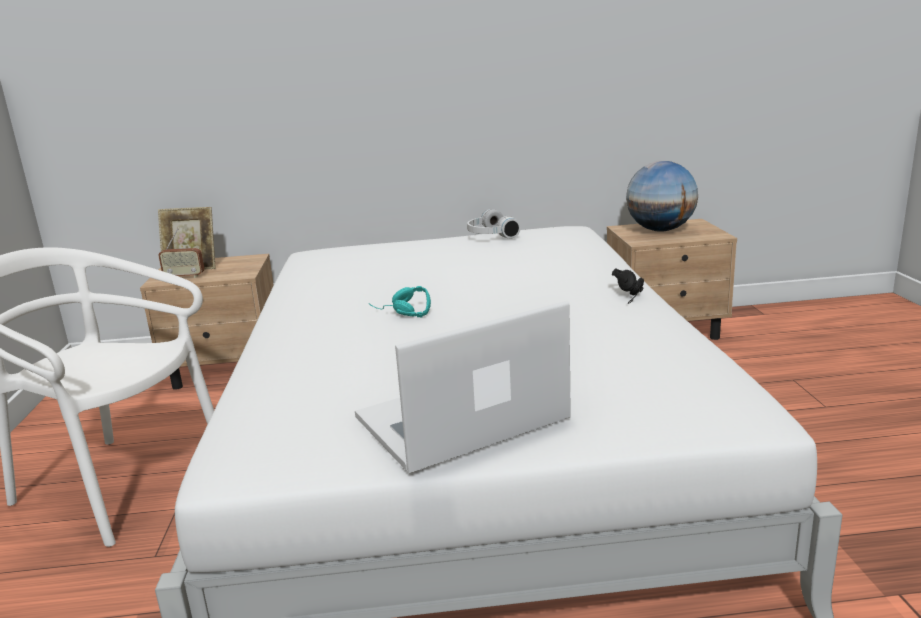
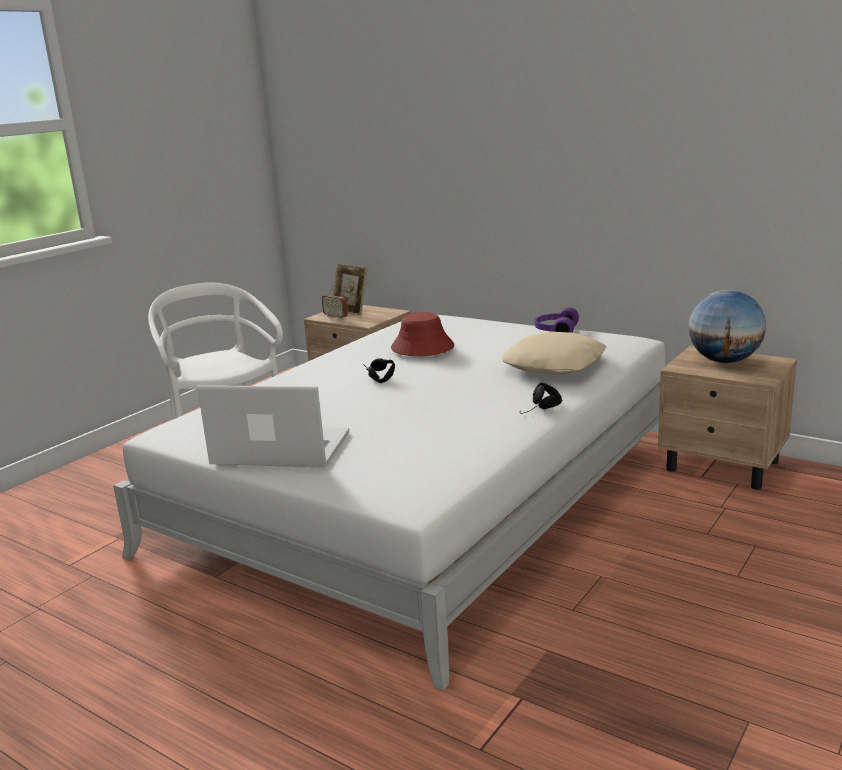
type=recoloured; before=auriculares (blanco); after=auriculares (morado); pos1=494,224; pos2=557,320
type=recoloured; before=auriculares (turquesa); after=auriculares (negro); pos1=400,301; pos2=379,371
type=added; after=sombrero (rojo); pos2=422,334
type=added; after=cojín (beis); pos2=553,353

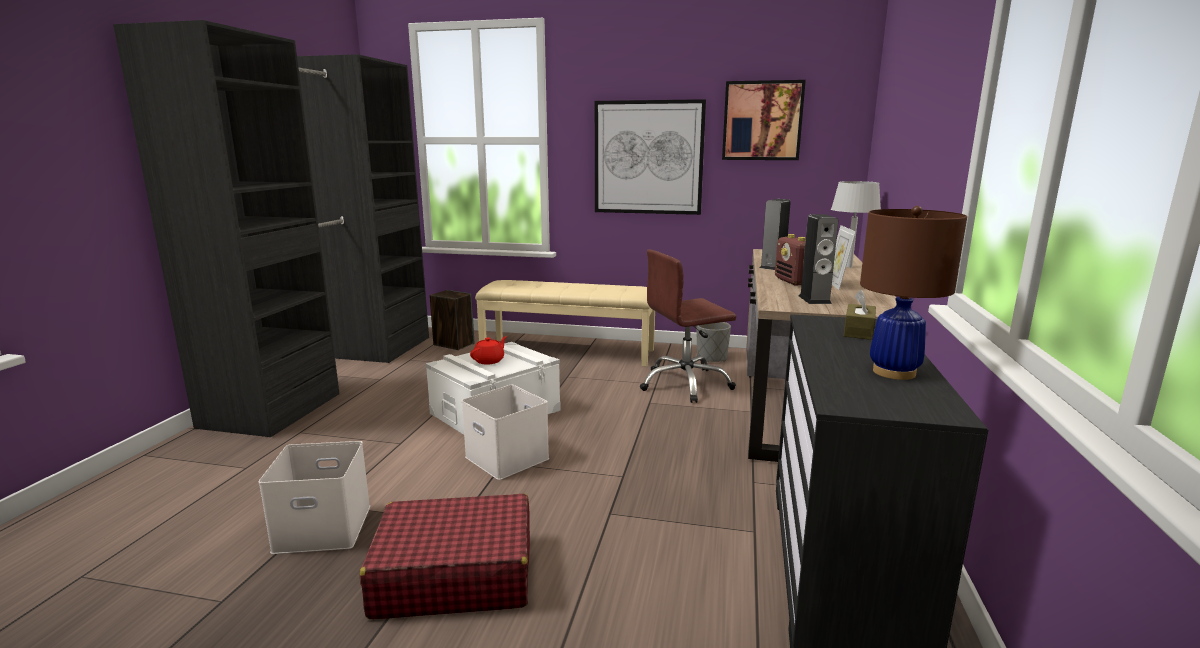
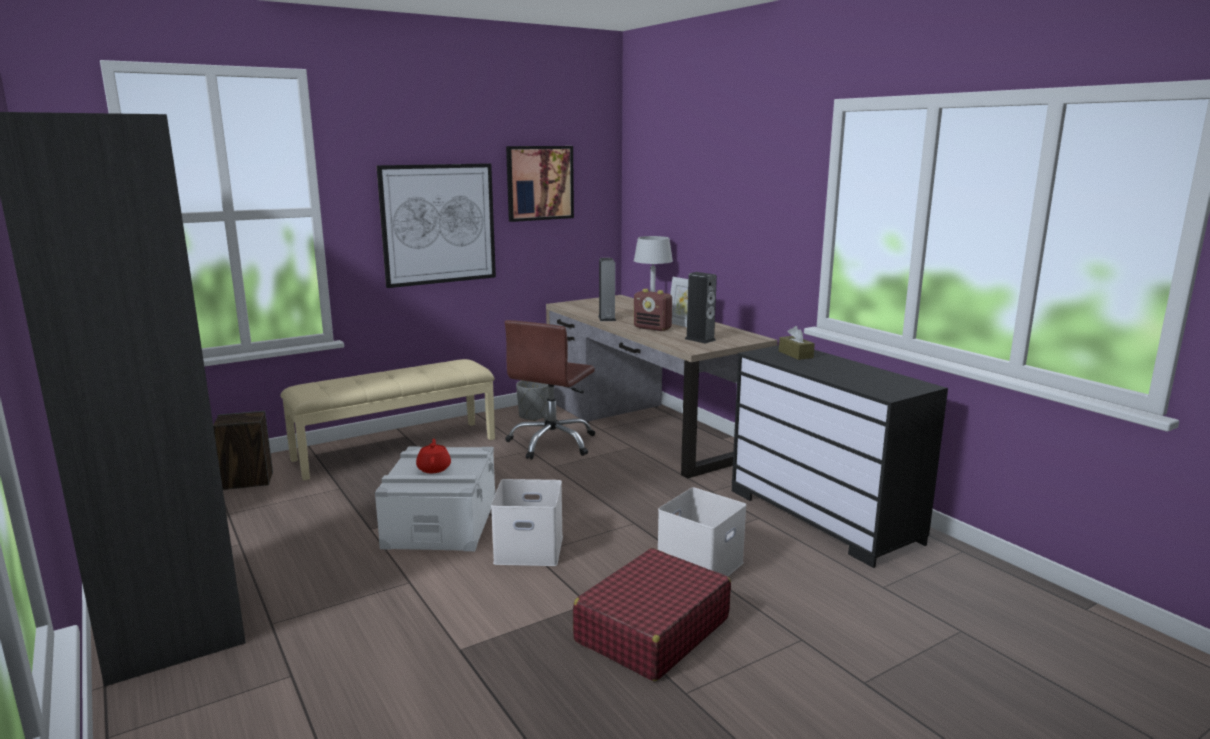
type=removed; before=lámpara de mesa (marrón); pos1=913,293
type=moved; before=caja de almacenaje (blanco); pos1=314,497; pos2=702,532

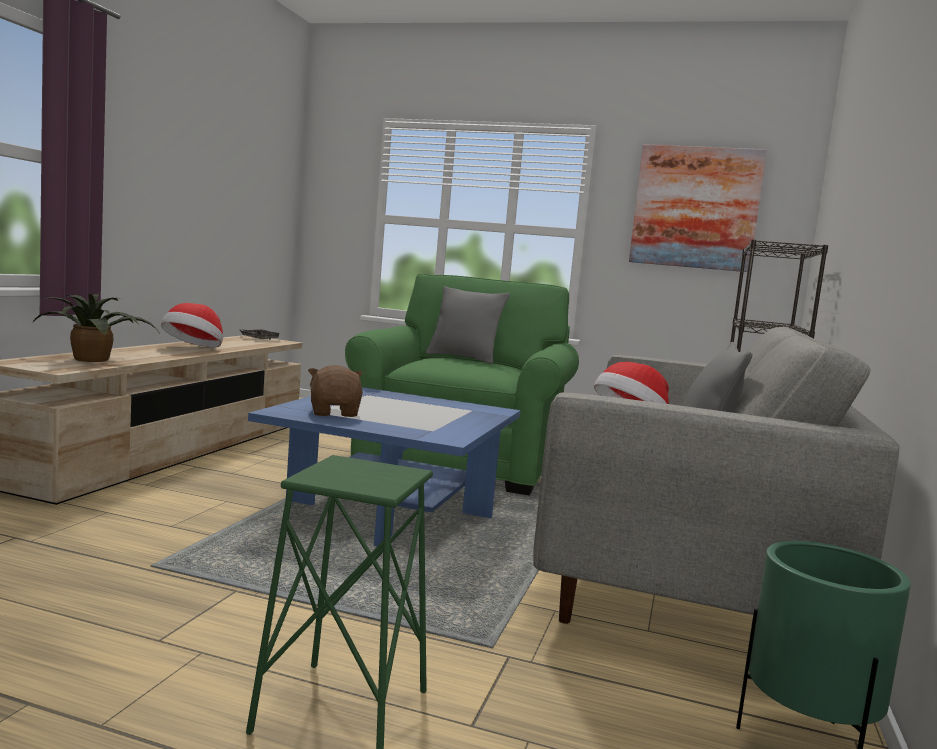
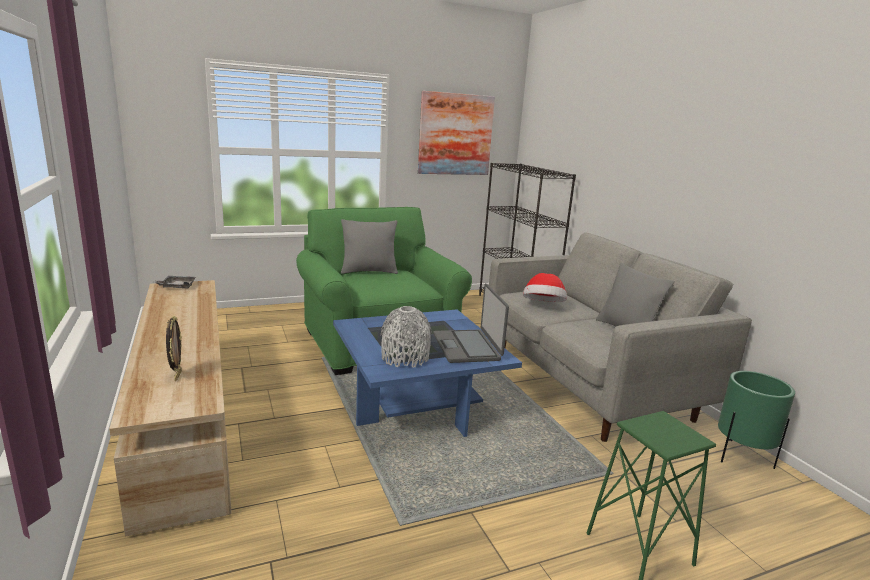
type=replaced; before=planta en maceta; after=portarretratos; pos1=97,328; pos2=174,348
type=removed; before=sombrero; pos1=192,325
type=replaced; before=peluche (marrón); after=florero (gris); pos1=335,391; pos2=406,337
type=added; after=portátil; pos2=471,323

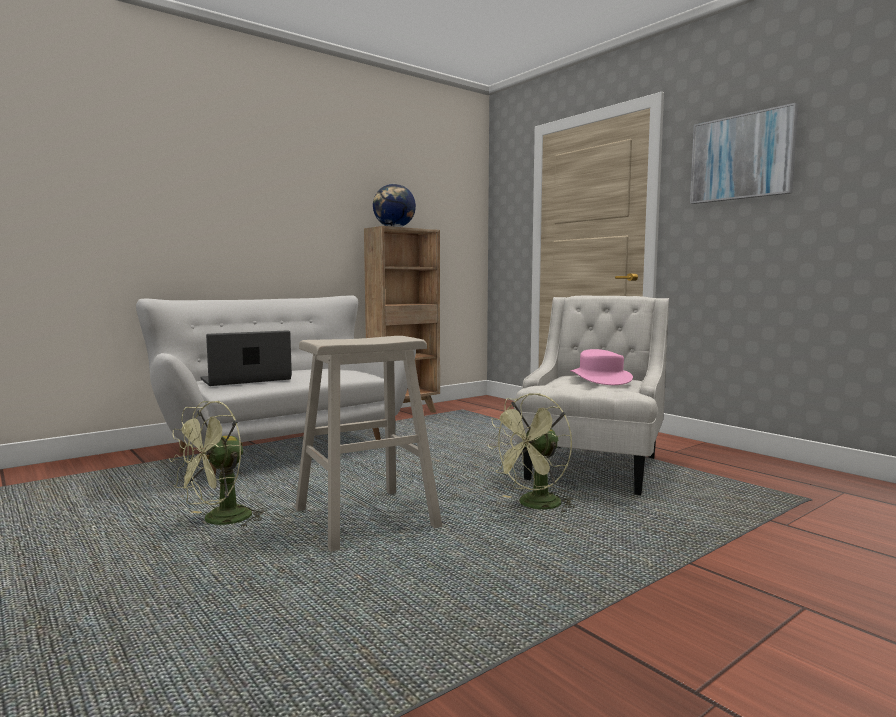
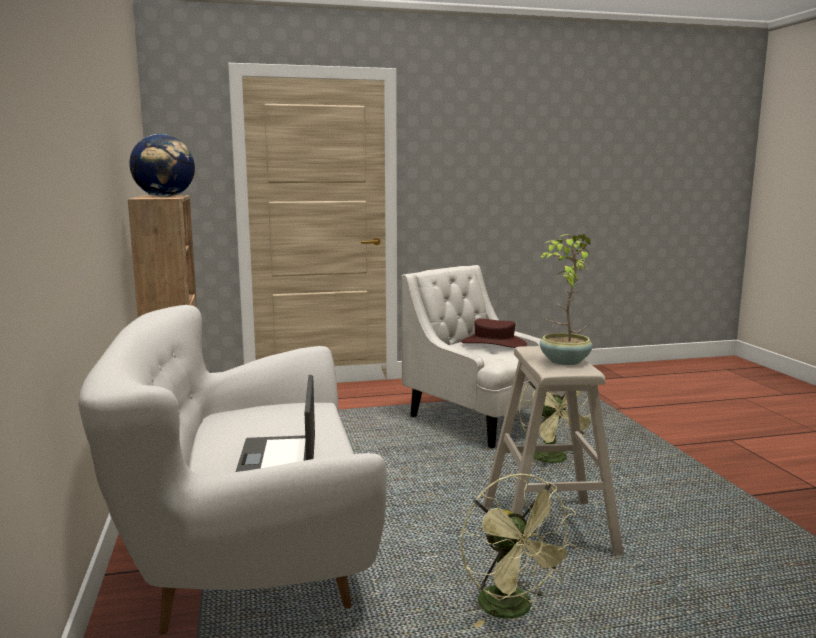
type=removed; before=cuadro; pos1=744,153
type=recoloured; before=sombrero (rosa); after=sombrero (marrón); pos1=601,367; pos2=494,333
type=added; after=planta en maceta; pos2=566,299

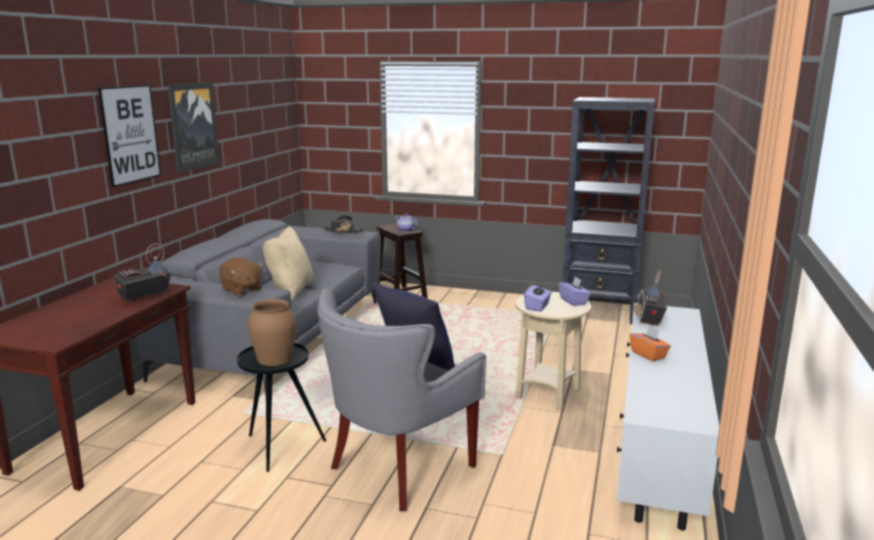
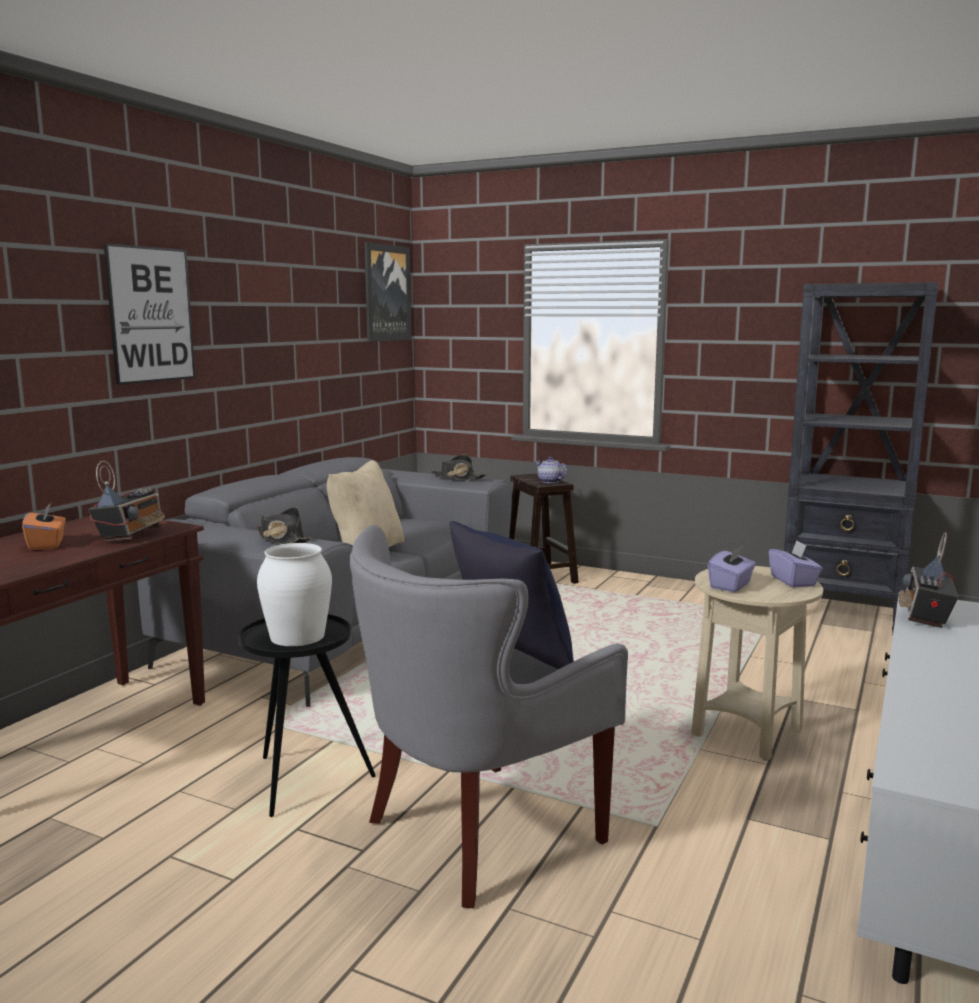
type=moved; before=cuadro; pos1=193,127; pos2=387,292
type=turned; before=radio; pos1=143,273; pos2=126,501; turn=135
type=replaced; before=peluche (marrón); after=sombrero (negro); pos1=241,277; pos2=283,526
type=recoloured; before=florero (marrón); after=florero (blanco); pos1=272,332; pos2=294,594
type=moved; before=caja de pañuelos (naranja); pos1=650,343; pos2=44,526

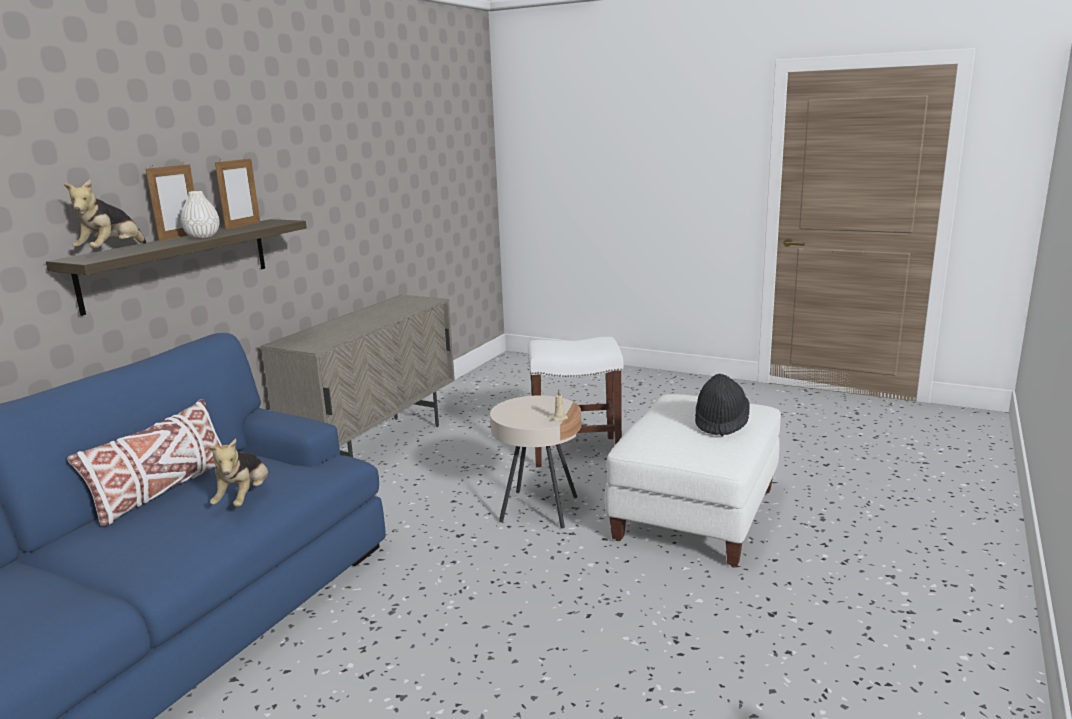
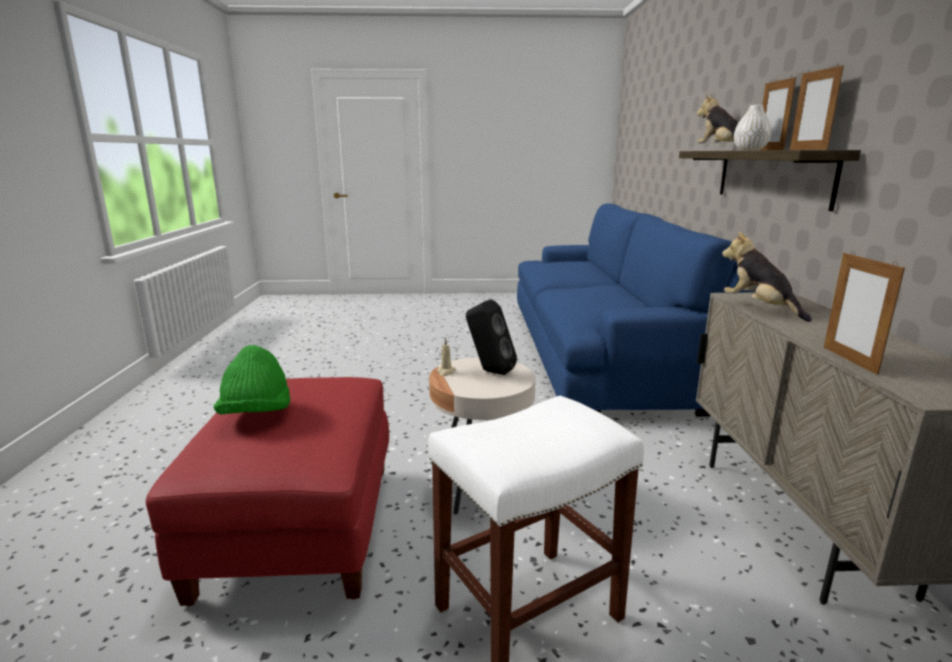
type=recoloured; before=sombrero (negro); after=sombrero (verde); pos1=722,405; pos2=252,380
type=recoloured; before=puf (blanco); after=puf (rojo); pos1=693,480; pos2=267,491
type=removed; before=cojín (blanco); pos1=144,462
type=moved; before=peluche; pos1=239,472; pos2=767,277
type=added; after=portarretratos; pos2=864,313
type=added; after=altavoz (negro); pos2=491,337

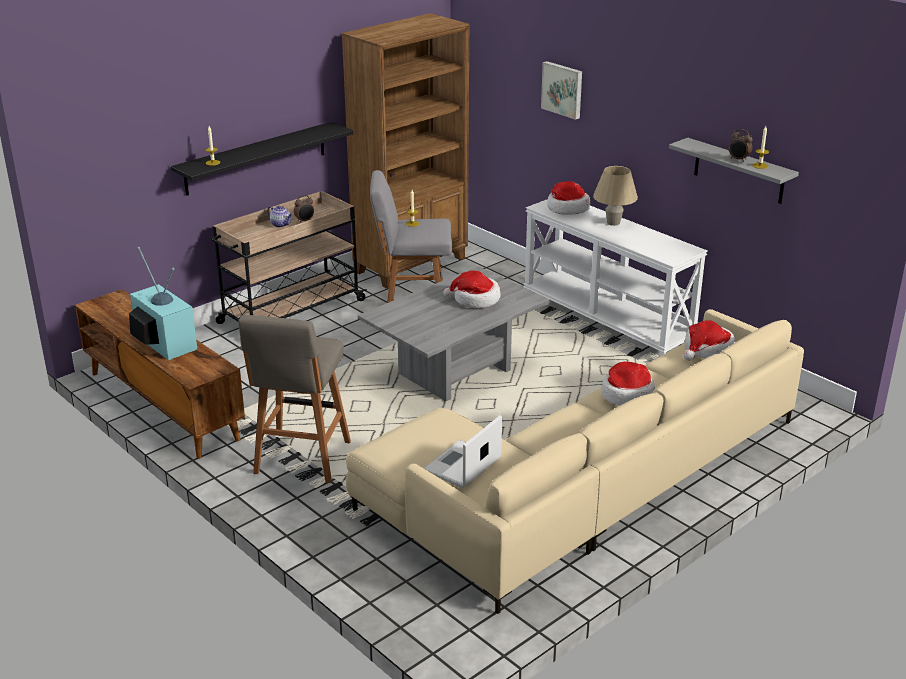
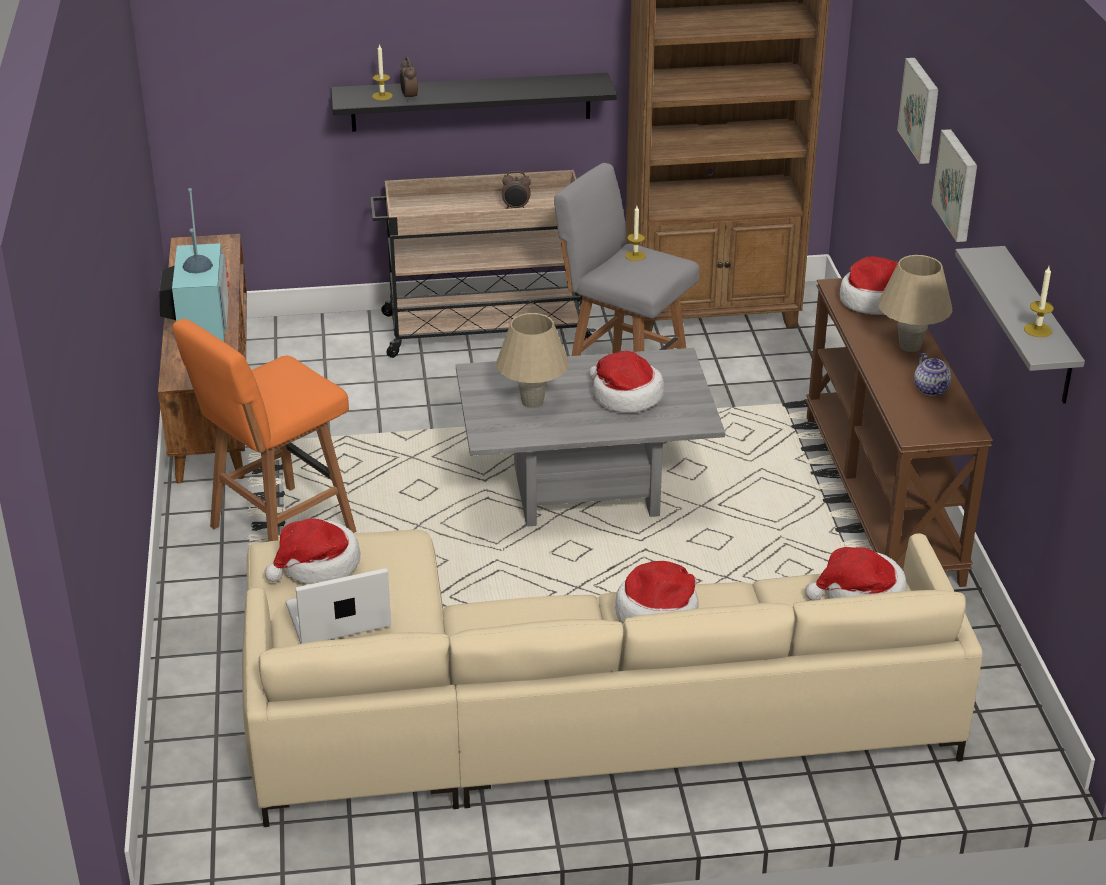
type=moved; before=despertador; pos1=740,145; pos2=409,79
type=recoloured; before=mesa consola (blanco); after=mesa consola (marrón); pos1=615,278; pos2=899,432
type=moved; before=tetera; pos1=279,216; pos2=932,374
type=recoloured; before=taburete (gris); after=taburete (naranja); pos1=294,399; pos2=265,430
type=added; after=cuadro; pos2=954,185
type=added; after=lámpara de mesa (beis); pos2=532,360
type=added; after=sombrero; pos2=312,551

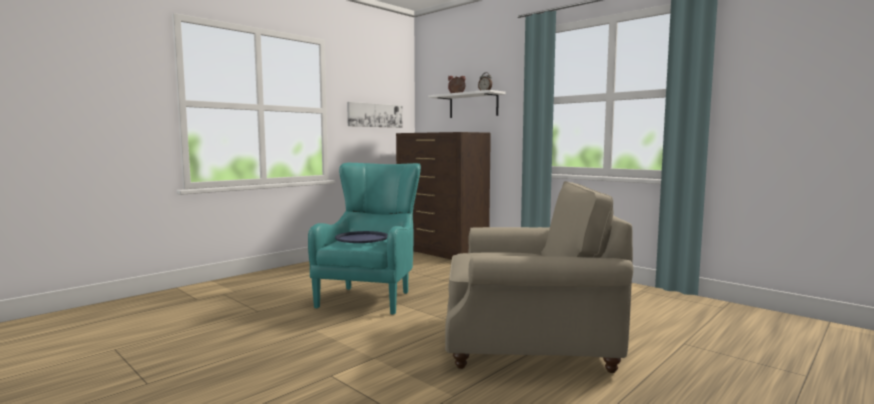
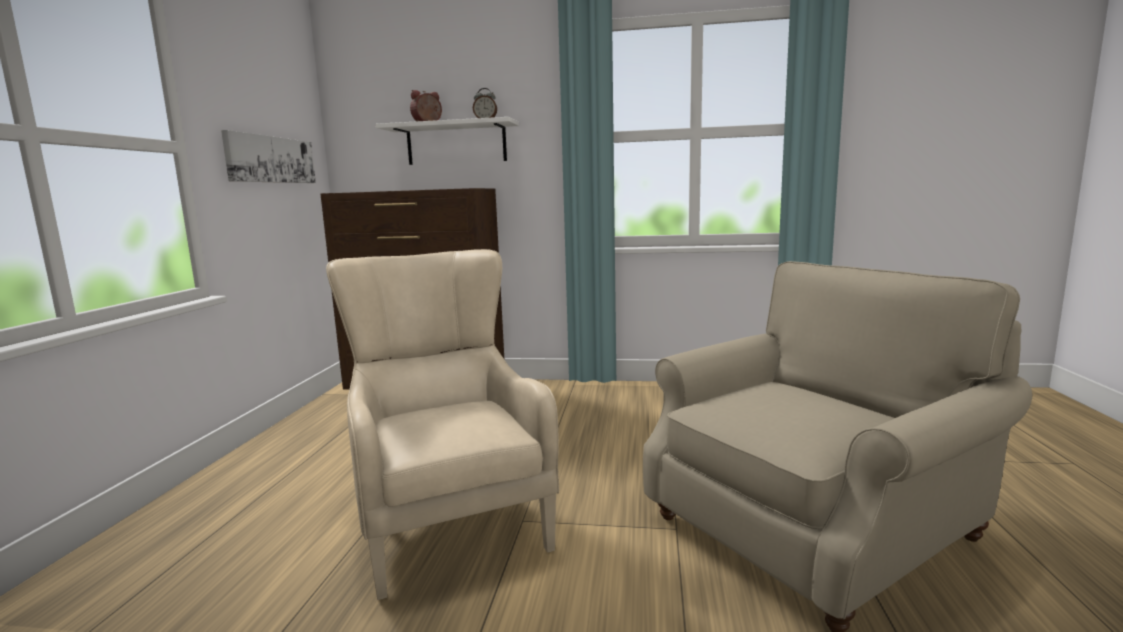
type=recoloured; before=sillón (turquesa); after=sillón (beis); pos1=364,239; pos2=442,424
type=removed; before=bandeja (azul); pos1=361,237

